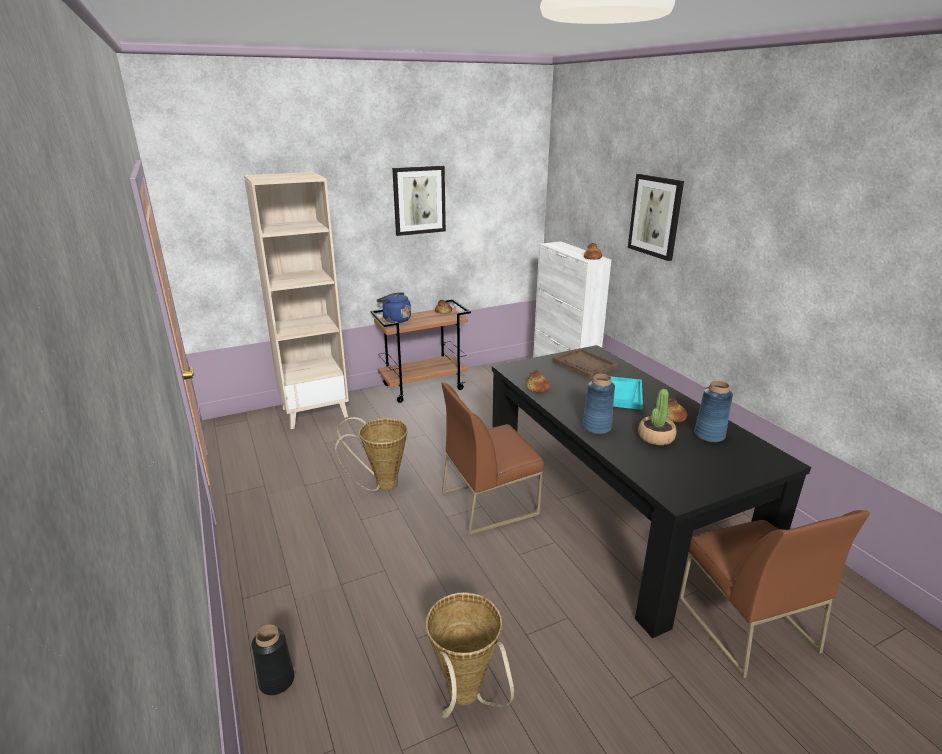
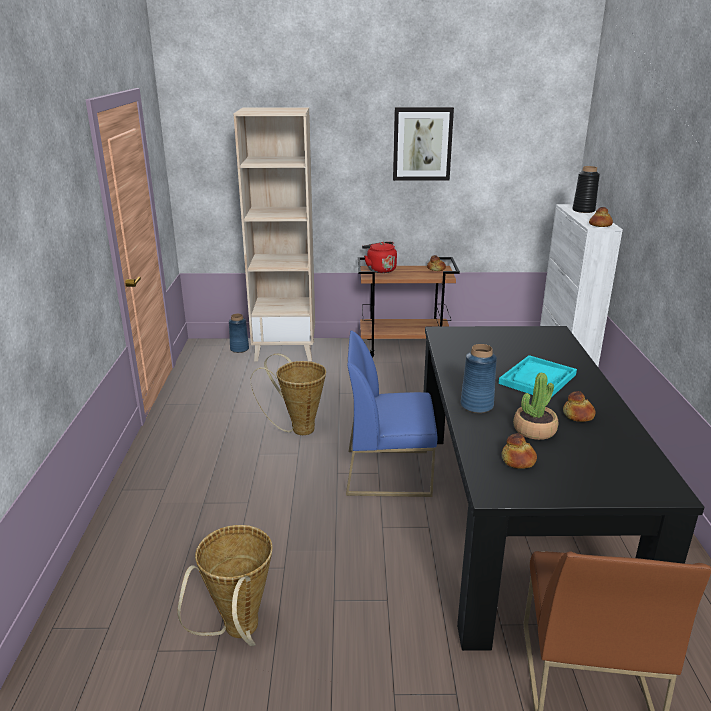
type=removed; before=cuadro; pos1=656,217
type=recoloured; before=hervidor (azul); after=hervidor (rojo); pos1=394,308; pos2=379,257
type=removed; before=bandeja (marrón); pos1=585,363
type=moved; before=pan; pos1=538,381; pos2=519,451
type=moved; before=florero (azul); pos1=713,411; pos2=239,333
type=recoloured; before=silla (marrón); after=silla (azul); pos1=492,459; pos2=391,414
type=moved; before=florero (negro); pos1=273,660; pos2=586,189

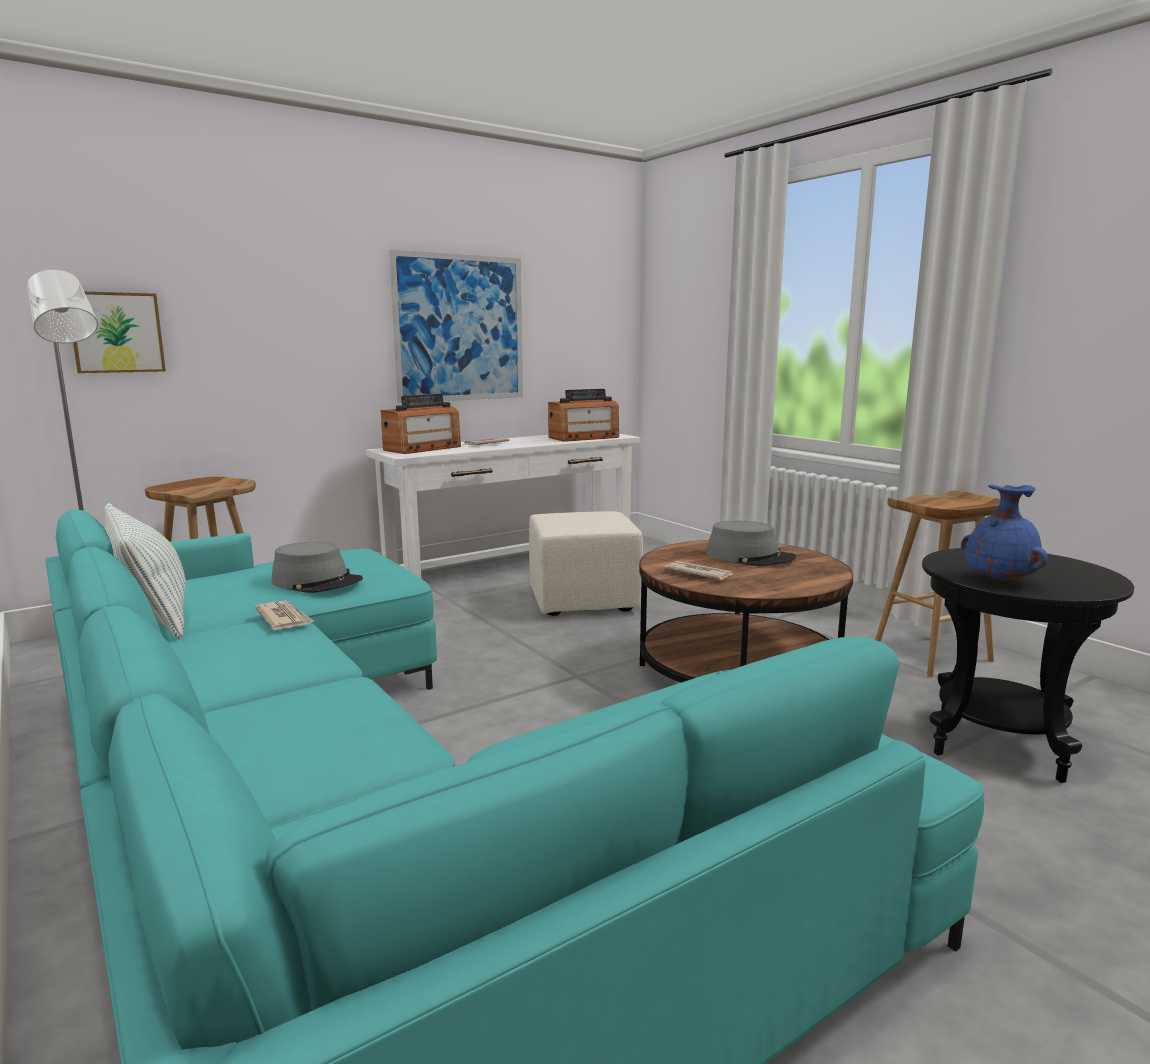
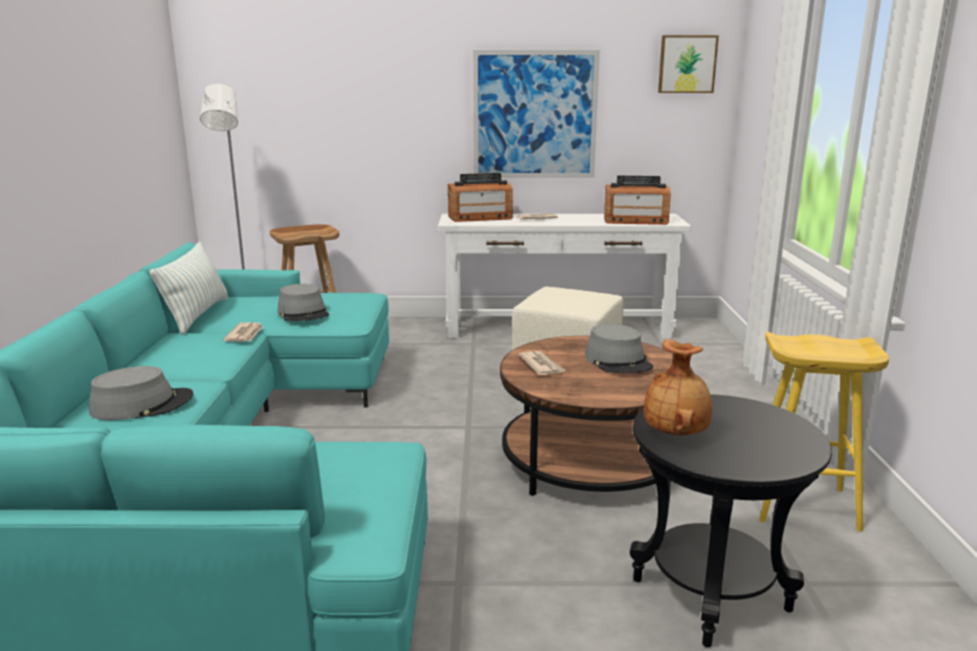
type=moved; before=cuadro; pos1=119,332; pos2=688,64
type=recoloured; before=florero (azul); after=florero (marrón); pos1=1004,533; pos2=678,387
type=recoloured; before=taburete (marrón); after=taburete (amarillo); pos1=938,583; pos2=824,431
type=added; after=sombrero (gris); pos2=141,393

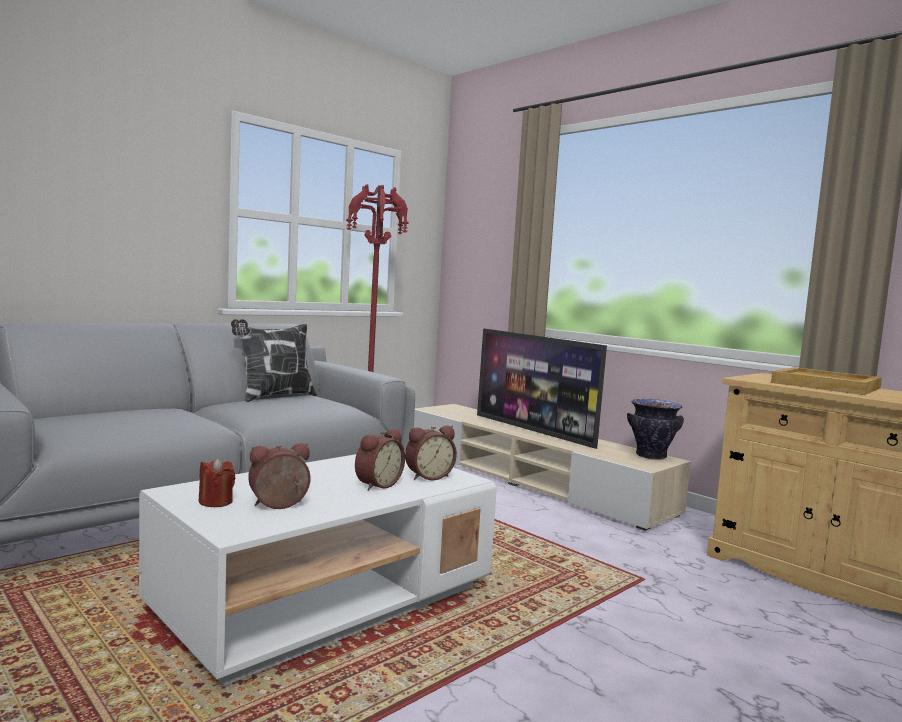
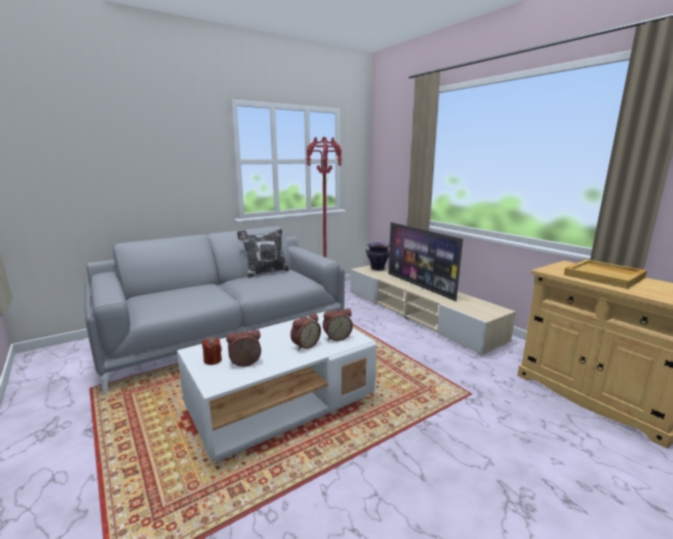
type=moved; before=florero; pos1=655,429; pos2=378,256

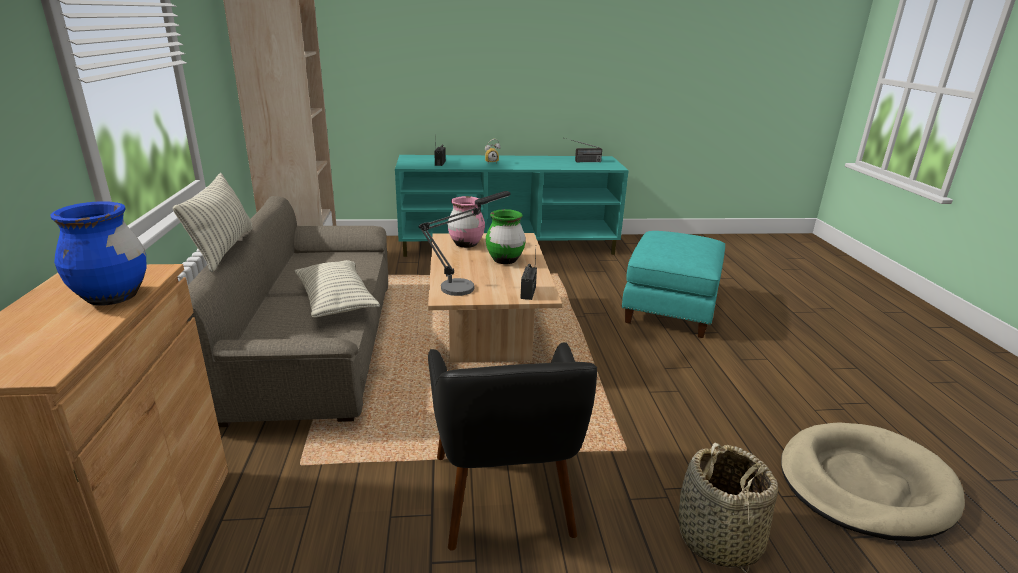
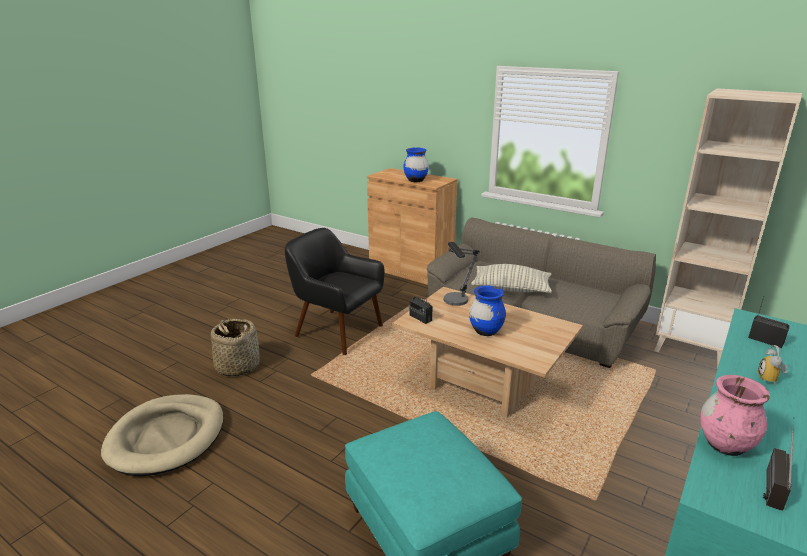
type=removed; before=cojín; pos1=213,223
type=moved; before=florero (rosa); pos1=466,222; pos2=735,415
type=recoloured; before=florero (verde); after=florero (azul); pos1=506,236; pos2=487,310

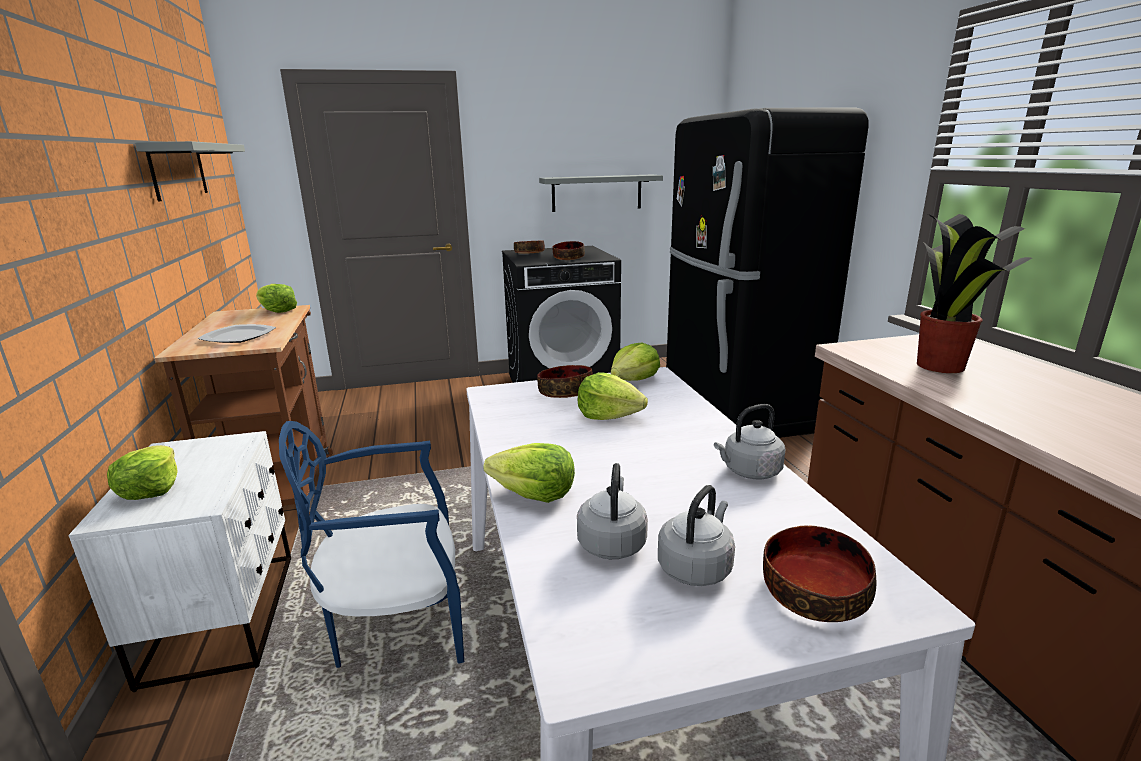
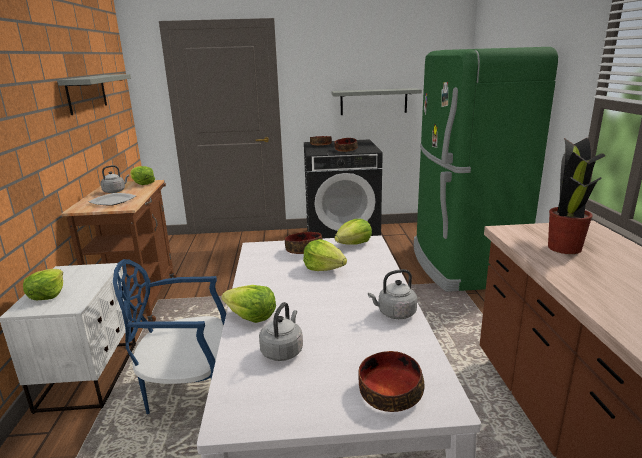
type=recoloured; before=nevera (negro); after=nevera (verde); pos1=767,272; pos2=486,169
type=moved; before=hervidor (gris); pos1=696,535; pos2=115,179

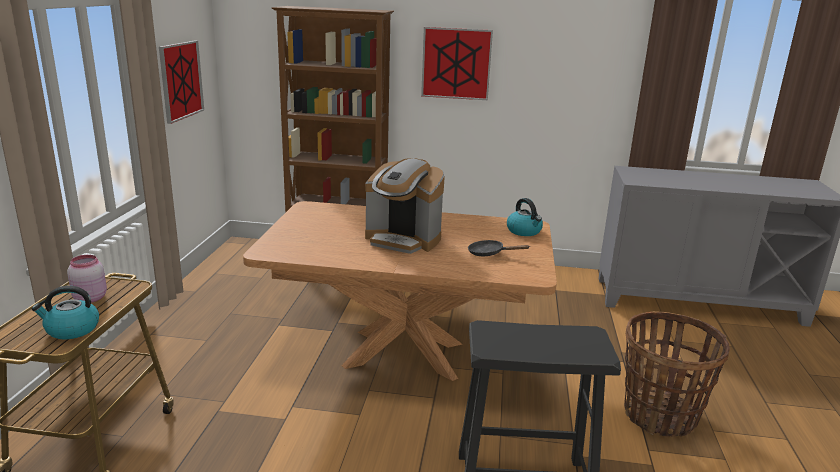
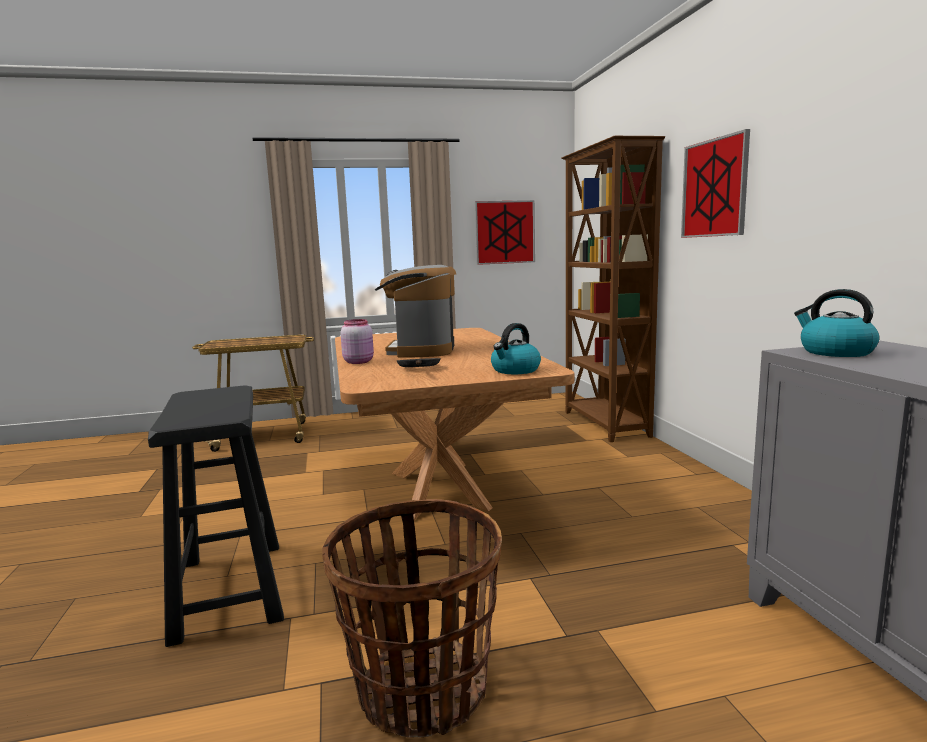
type=moved; before=tarro (rosa); pos1=87,279; pos2=357,341
type=moved; before=hervidor; pos1=65,312; pos2=836,323

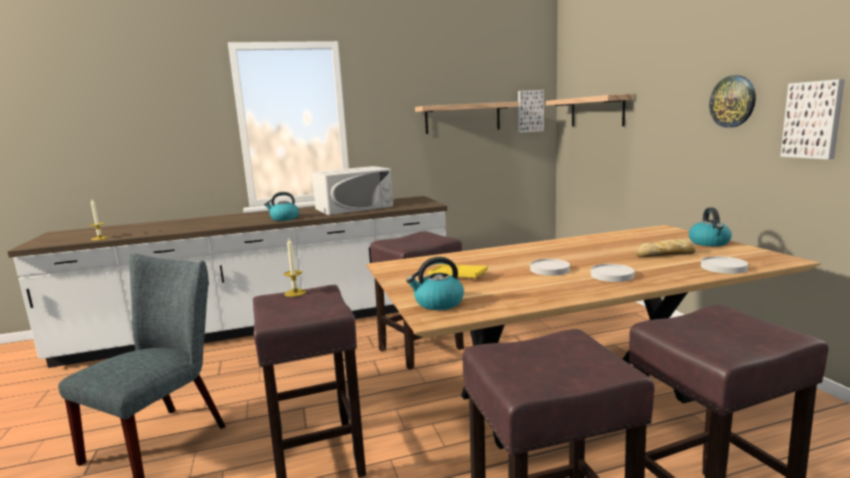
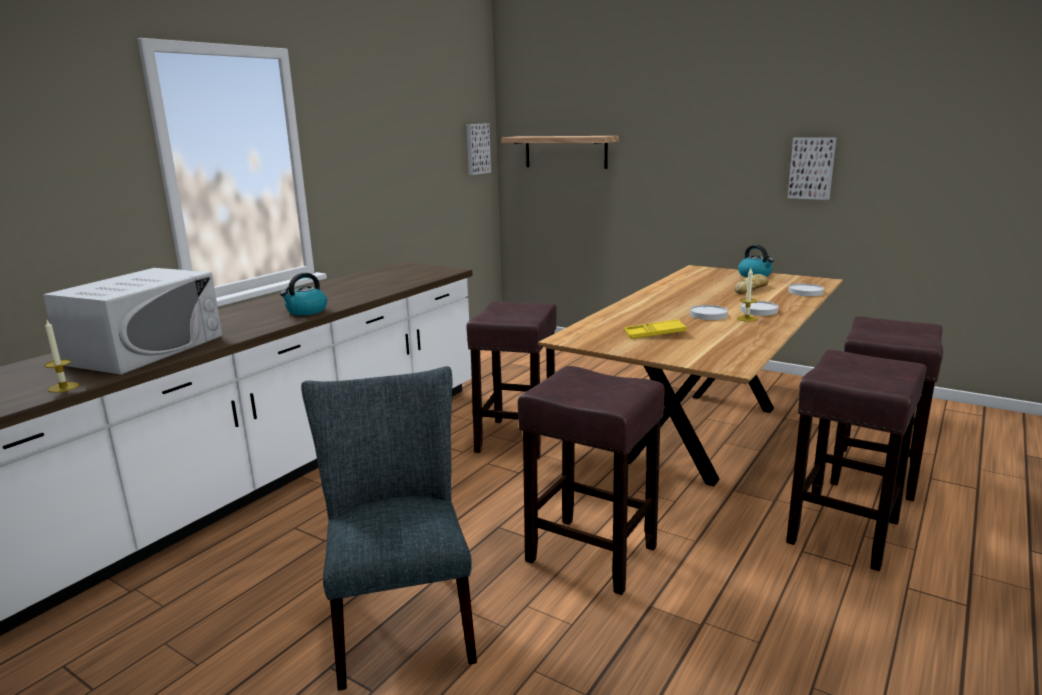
type=removed; before=reloj de pared; pos1=732,101
type=removed; before=estante; pos1=467,118
type=moved; before=microondas (blanco); pos1=352,190; pos2=132,321
type=moved; before=vela; pos1=295,267; pos2=747,295
type=removed; before=hervidor; pos1=435,283

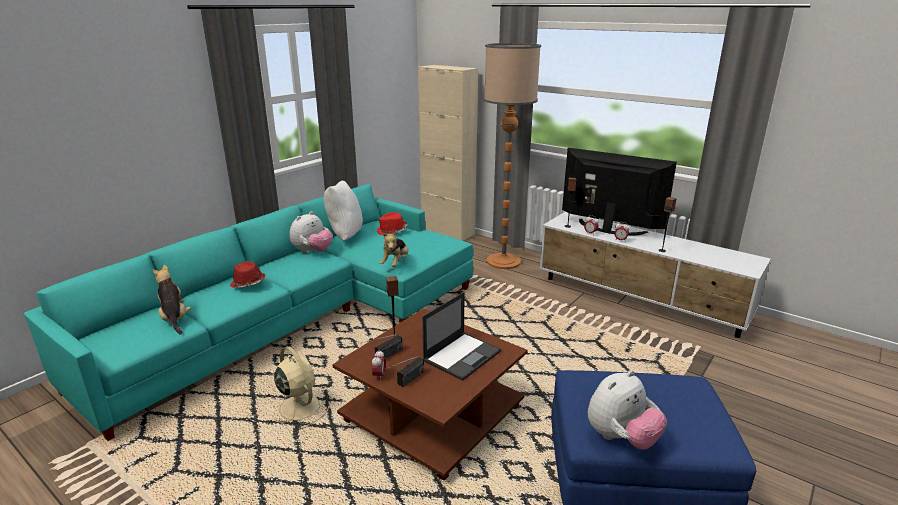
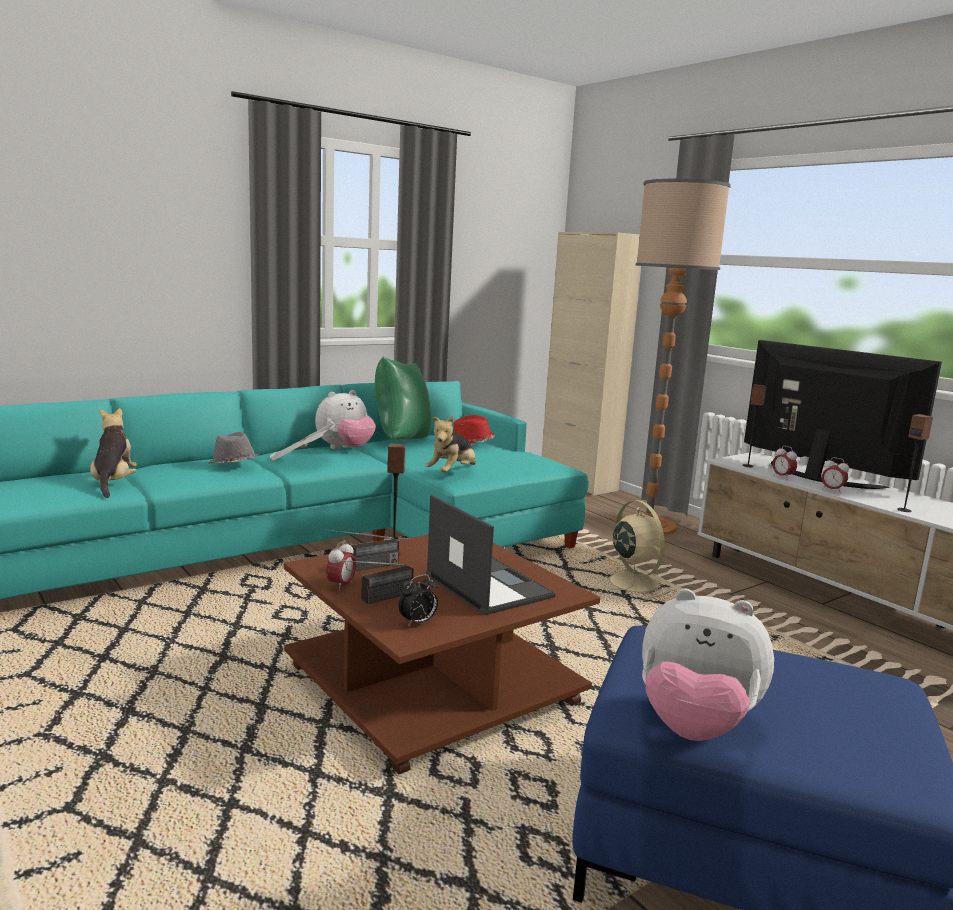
type=recoloured; before=cojín (blanco); after=cojín (verde); pos1=343,210; pos2=403,398
type=recoloured; before=sombrero (rojo); after=sombrero (gris); pos1=247,274; pos2=233,448
type=turned; before=portátil; pos1=461,336; pos2=491,555; turn=-90
type=moved; before=ventilador (beis); pos1=301,387; pos2=634,550
type=turned; before=peluche; pos1=627,410; pos2=708,664; turn=45
type=added; after=periódico; pos2=302,442
type=added; after=despertador; pos2=418,600

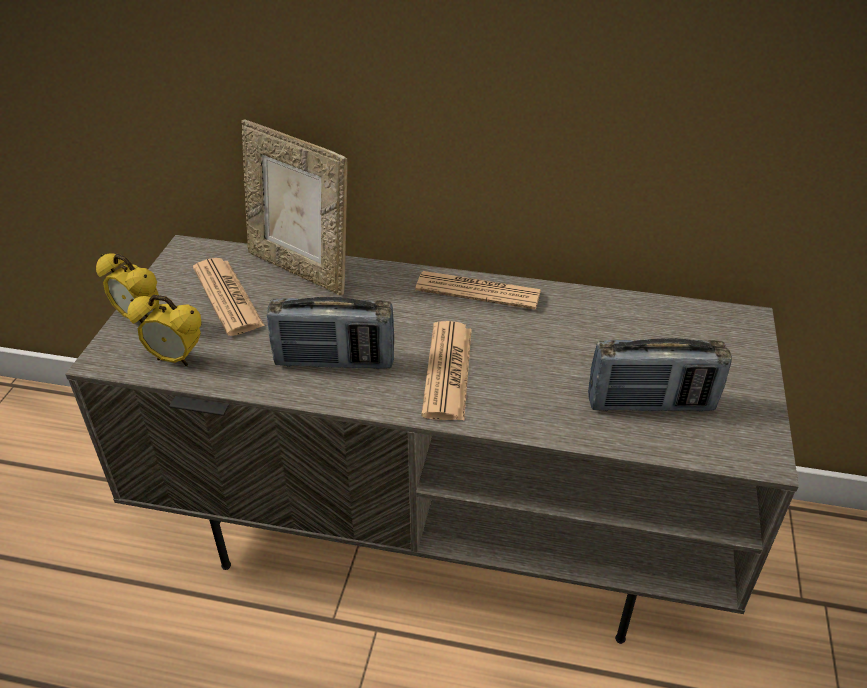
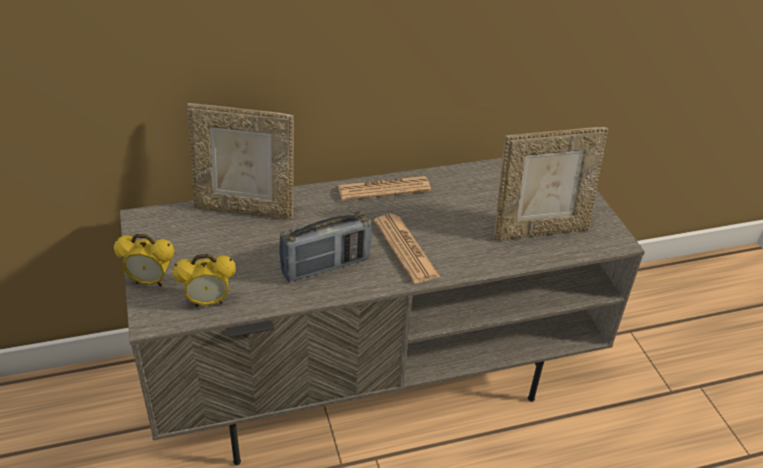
type=removed; before=periódico; pos1=229,297
type=replaced; before=radio; after=portarretratos; pos1=660,375; pos2=551,183

